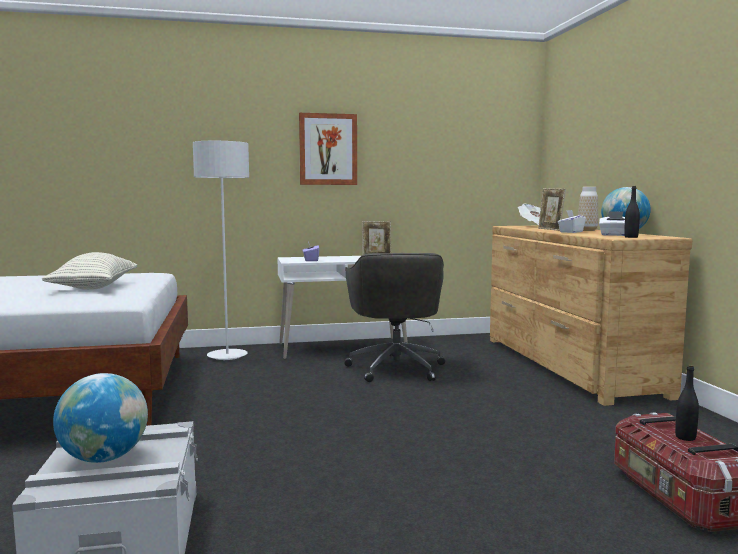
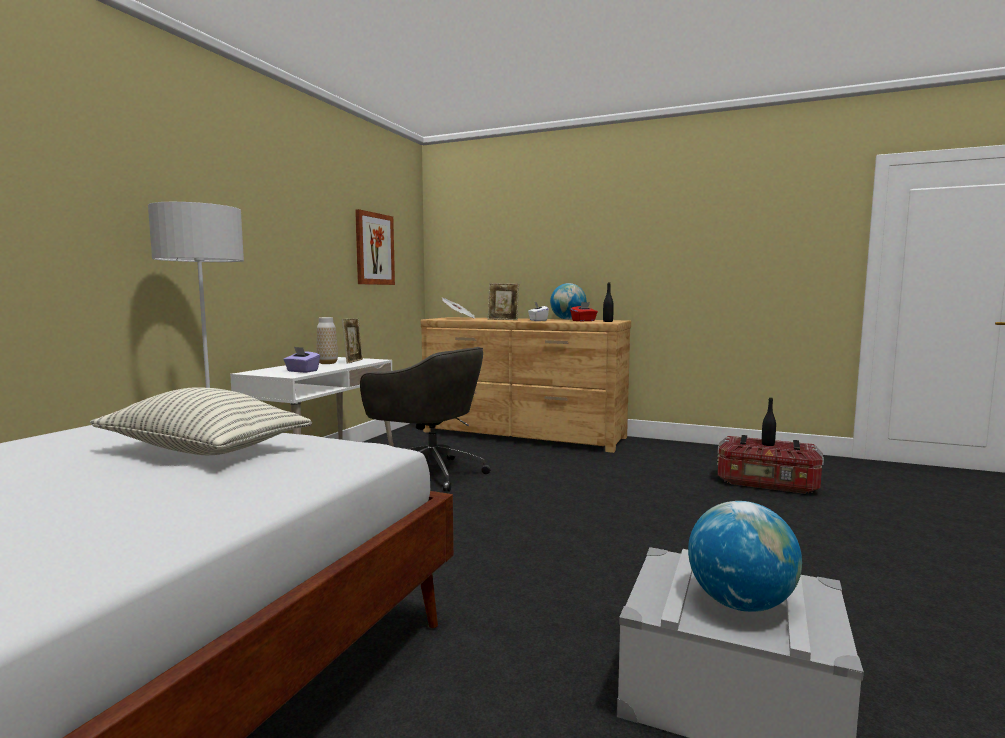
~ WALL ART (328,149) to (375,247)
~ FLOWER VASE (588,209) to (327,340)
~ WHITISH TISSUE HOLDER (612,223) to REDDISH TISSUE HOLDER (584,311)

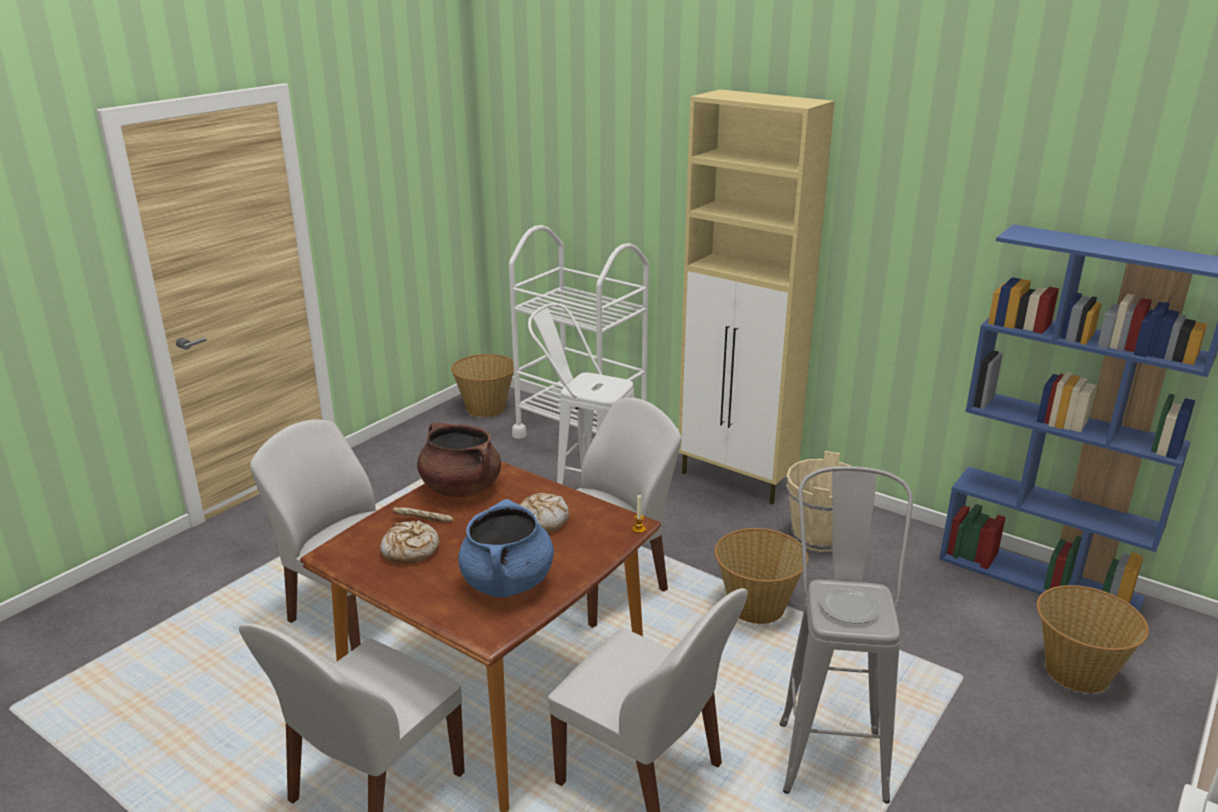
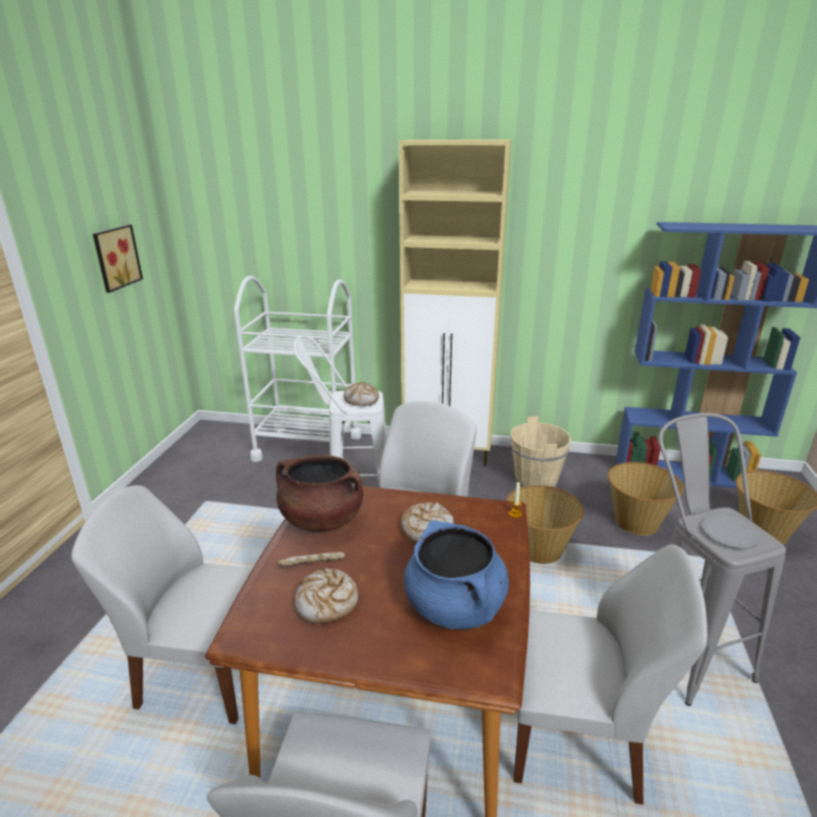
~ STORAGE BASKET (482,385) to (646,498)
+ WALL ART (118,259)
+ BREAD (361,394)

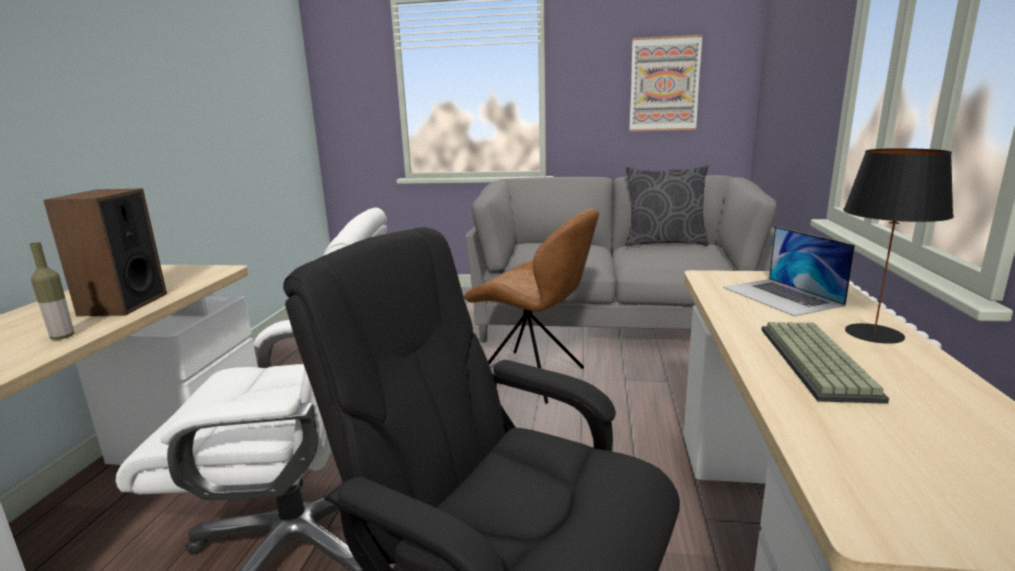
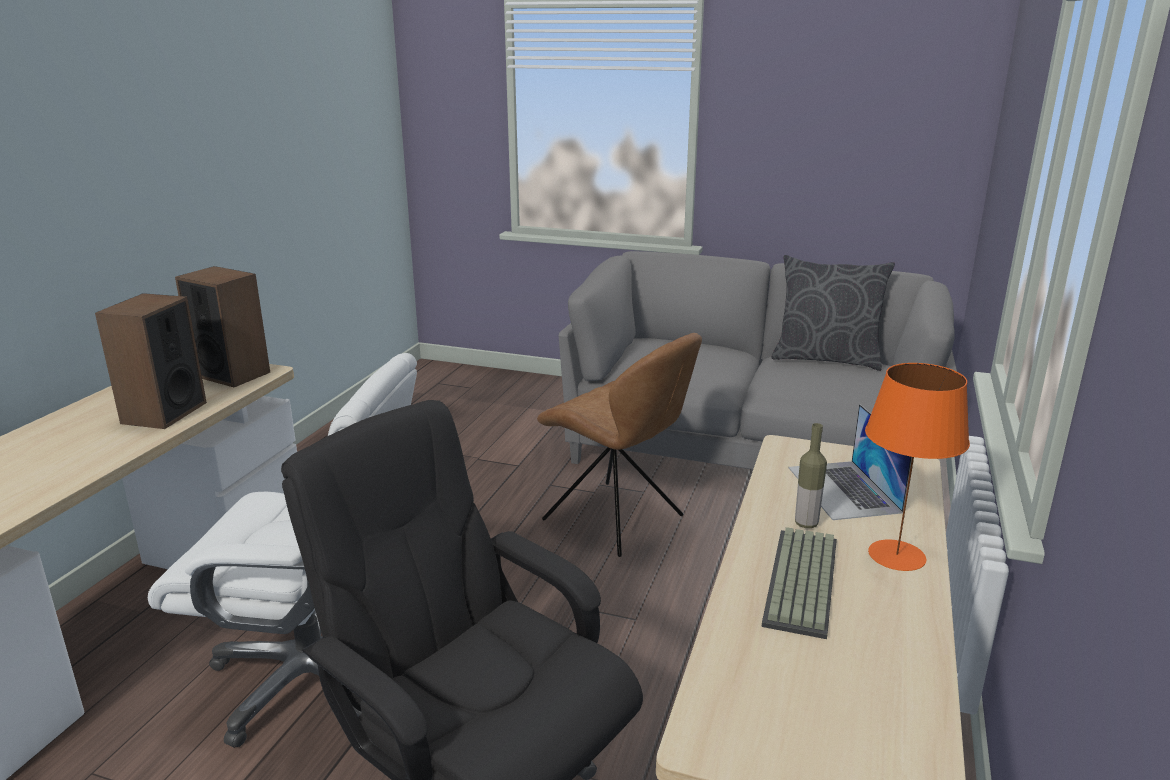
~ BEVERAGE BOTTLE (52,291) to (811,475)
- WALL ART (666,83)
~ BLACK-COLOURED LAMP FOR A TABLE (898,246) to ORANGEY LAMP FOR A TABLE (917,467)
+ SPEAKER (222,326)

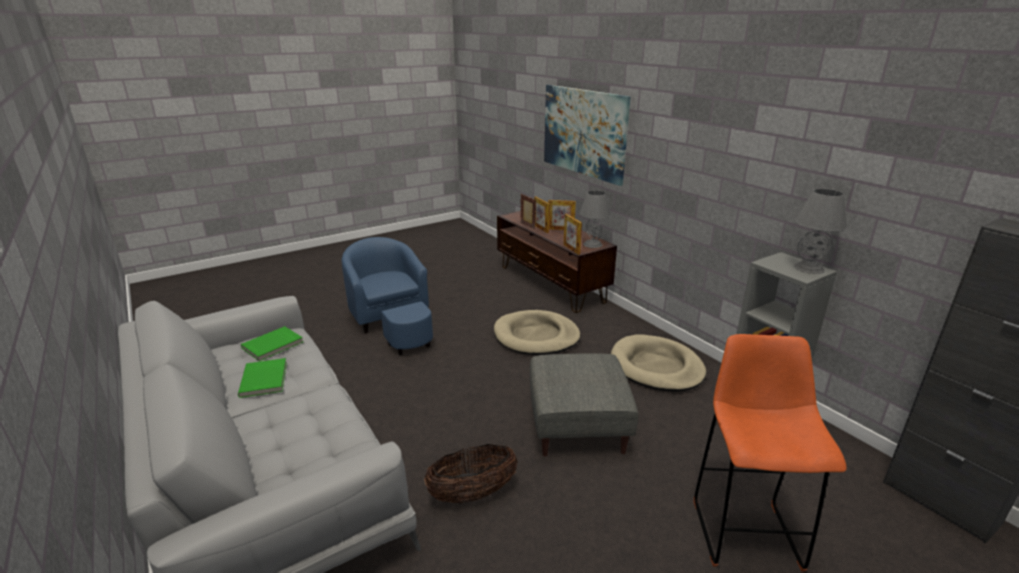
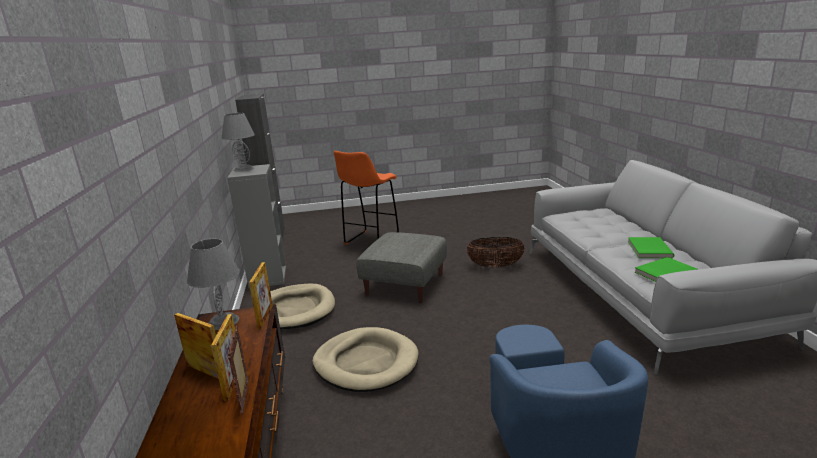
- WALL ART (587,135)

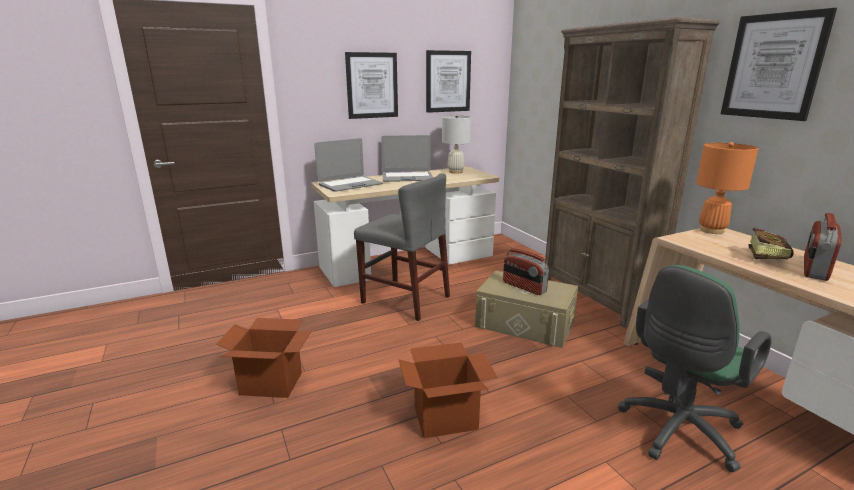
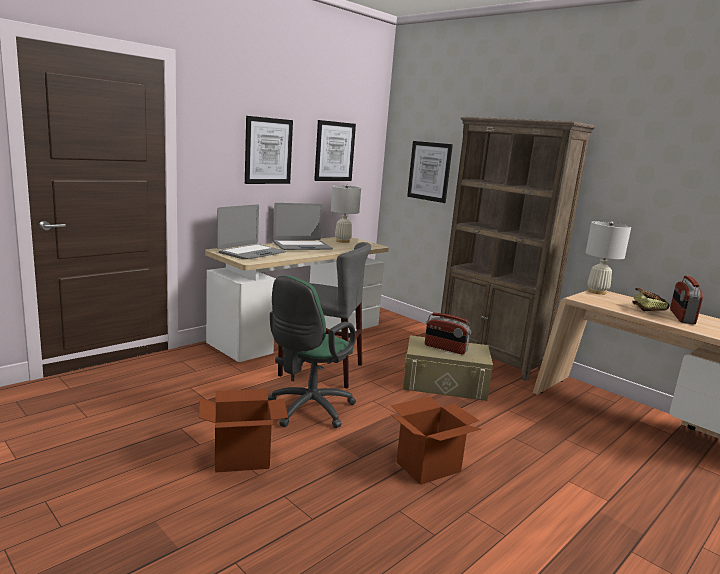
~ GREEN-COLOURED COMPUTER CHAIR (694,368) to (312,351)
~ ORANGEY LAMP FOR A TABLE (727,188) to WHITISH LAMP FOR A TABLE (608,258)
~ WALL ART (779,64) to (430,172)

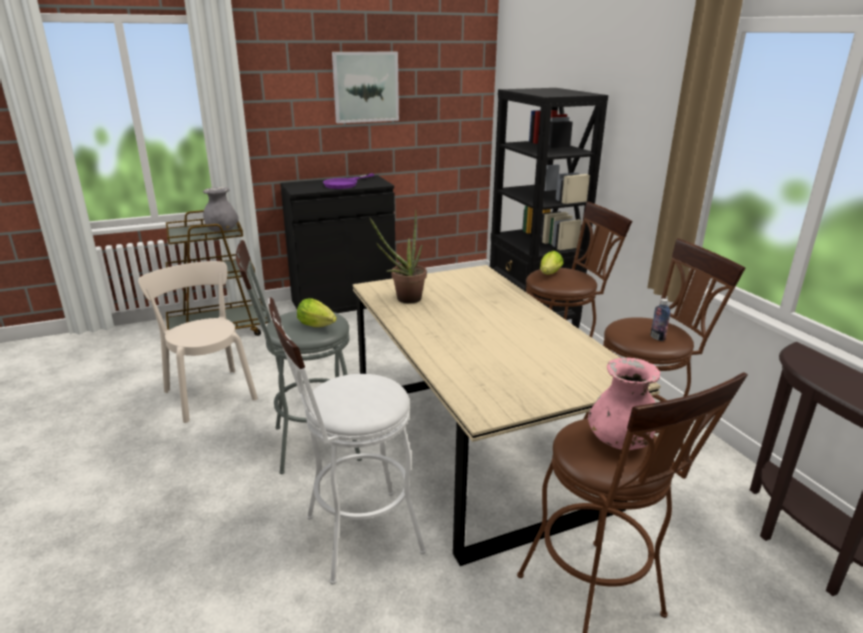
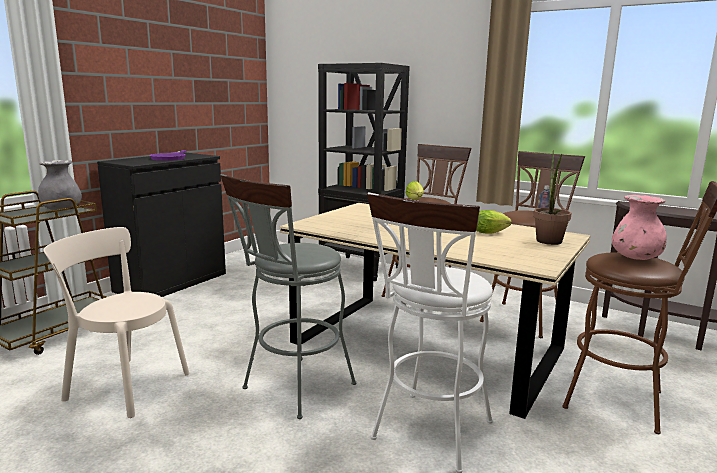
~ LETTUCE (317,312) to (494,222)
- WALL ART (365,87)
~ HOUSEPLANT (398,257) to (552,197)

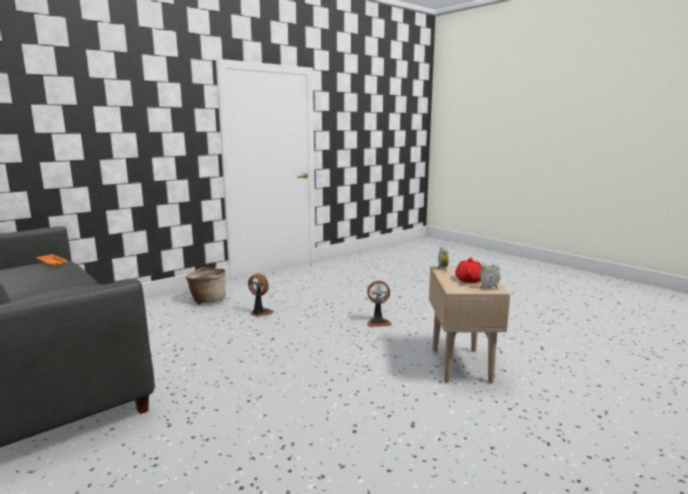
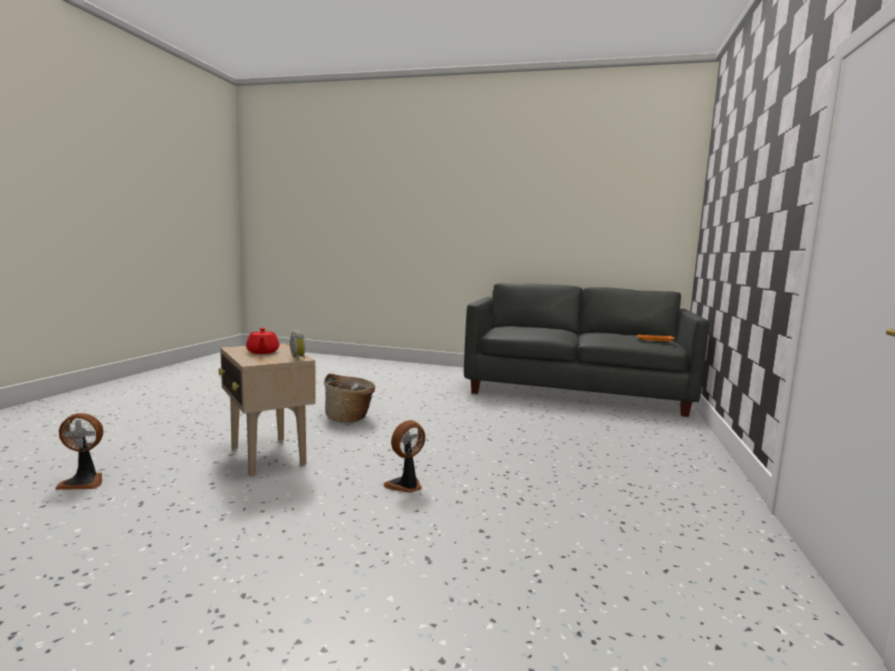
~ STORAGE BASKET (206,286) to (349,398)
~ COOLING FAN (261,295) to (79,451)
- TABLE CLOCK (489,276)

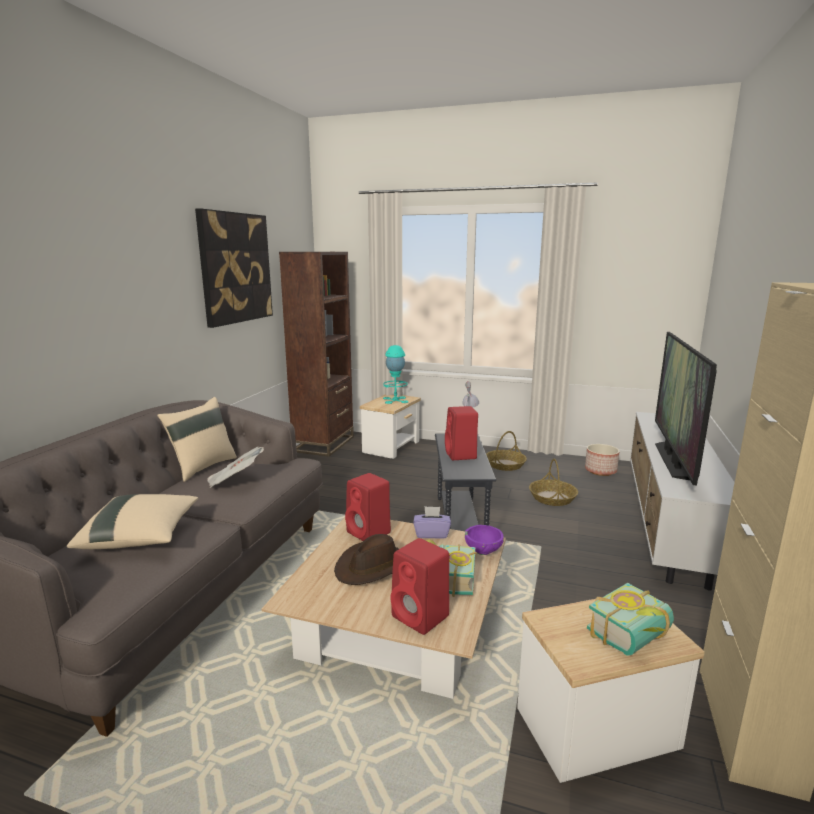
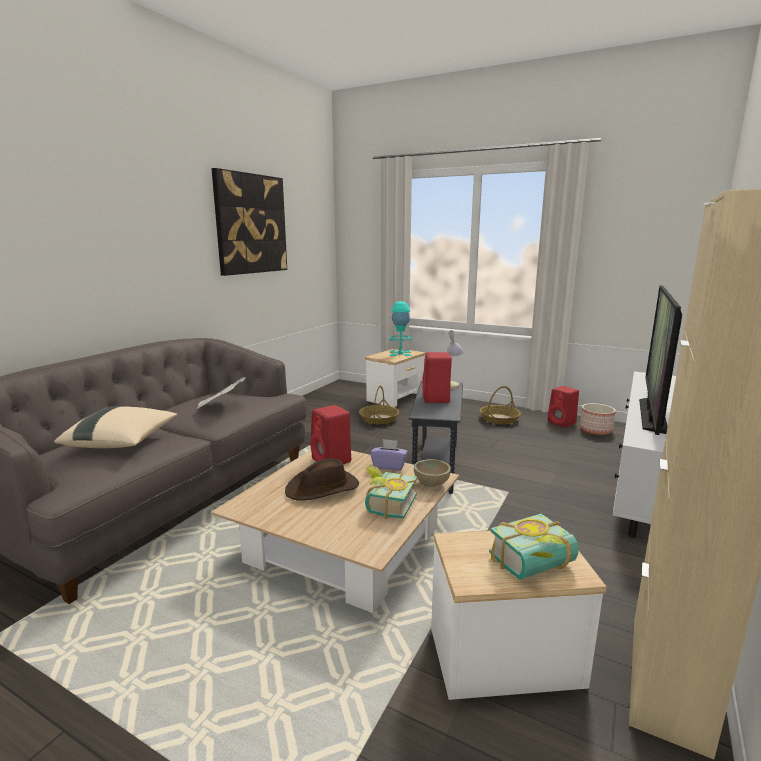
- SAND-COLOURED PILLOW (197,439)
- BROWN-COLOURED SHELVING UNIT (316,354)
~ REDDISH SPEAKER (419,586) to (563,406)
~ PURPLISH SERVING BOWL (484,540) to SAND-COLOURED SERVING BOWL (432,473)
~ STORAGE BASKET (553,482) to (379,405)

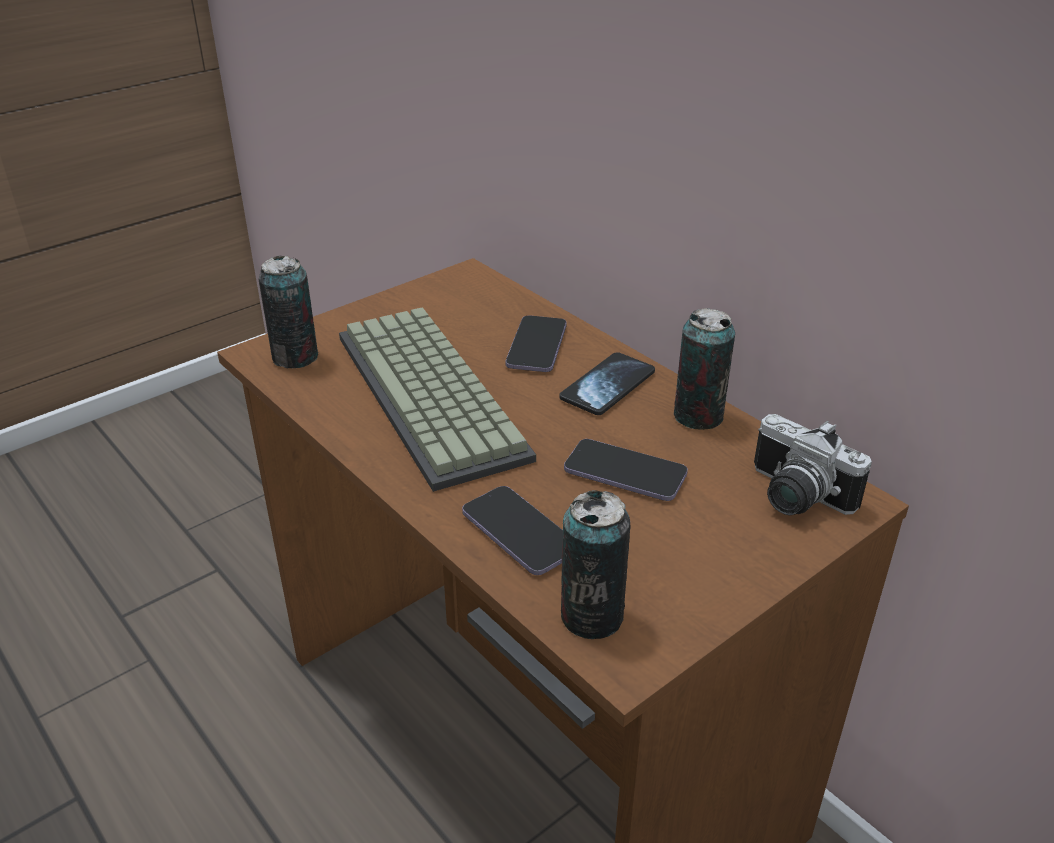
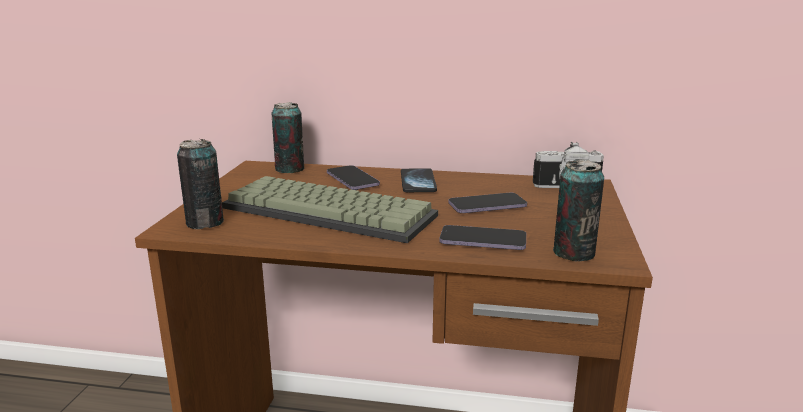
~ METAL CAN (704,369) to (287,137)

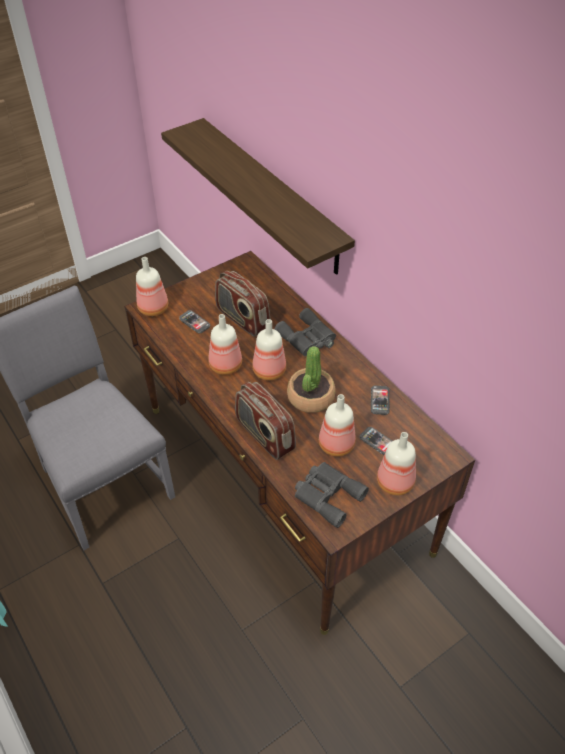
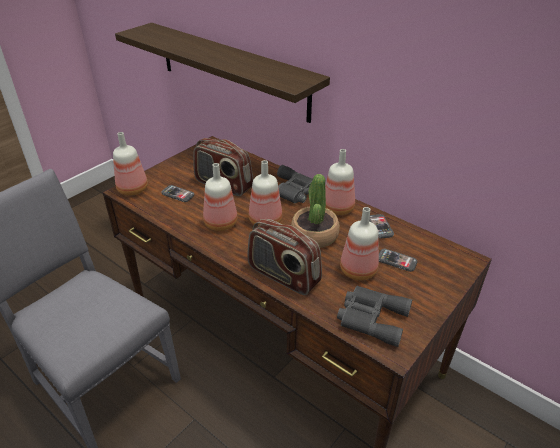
~ BEVERAGE BOTTLE (396,463) to (340,182)

